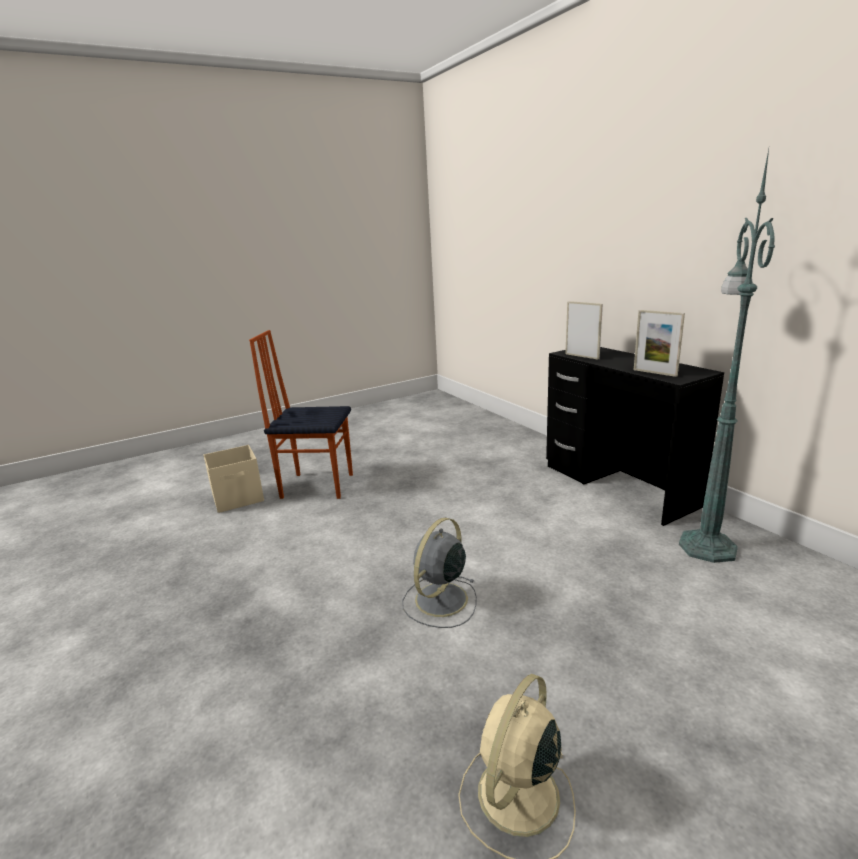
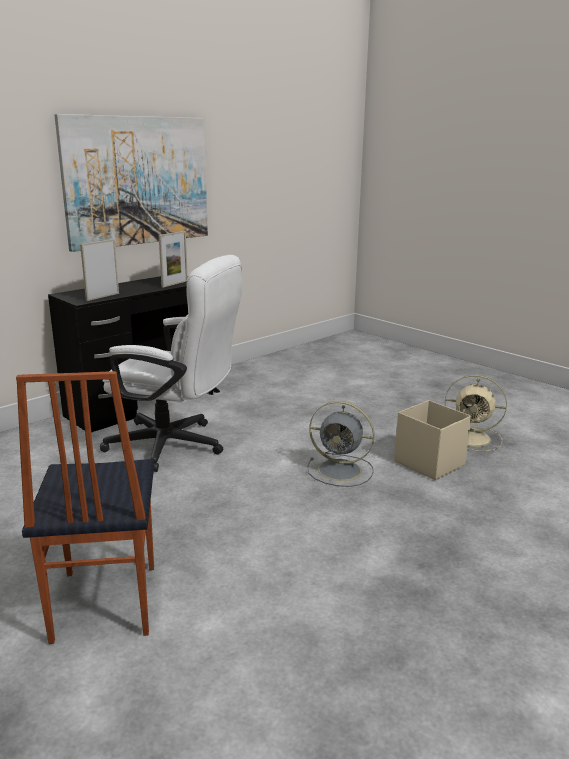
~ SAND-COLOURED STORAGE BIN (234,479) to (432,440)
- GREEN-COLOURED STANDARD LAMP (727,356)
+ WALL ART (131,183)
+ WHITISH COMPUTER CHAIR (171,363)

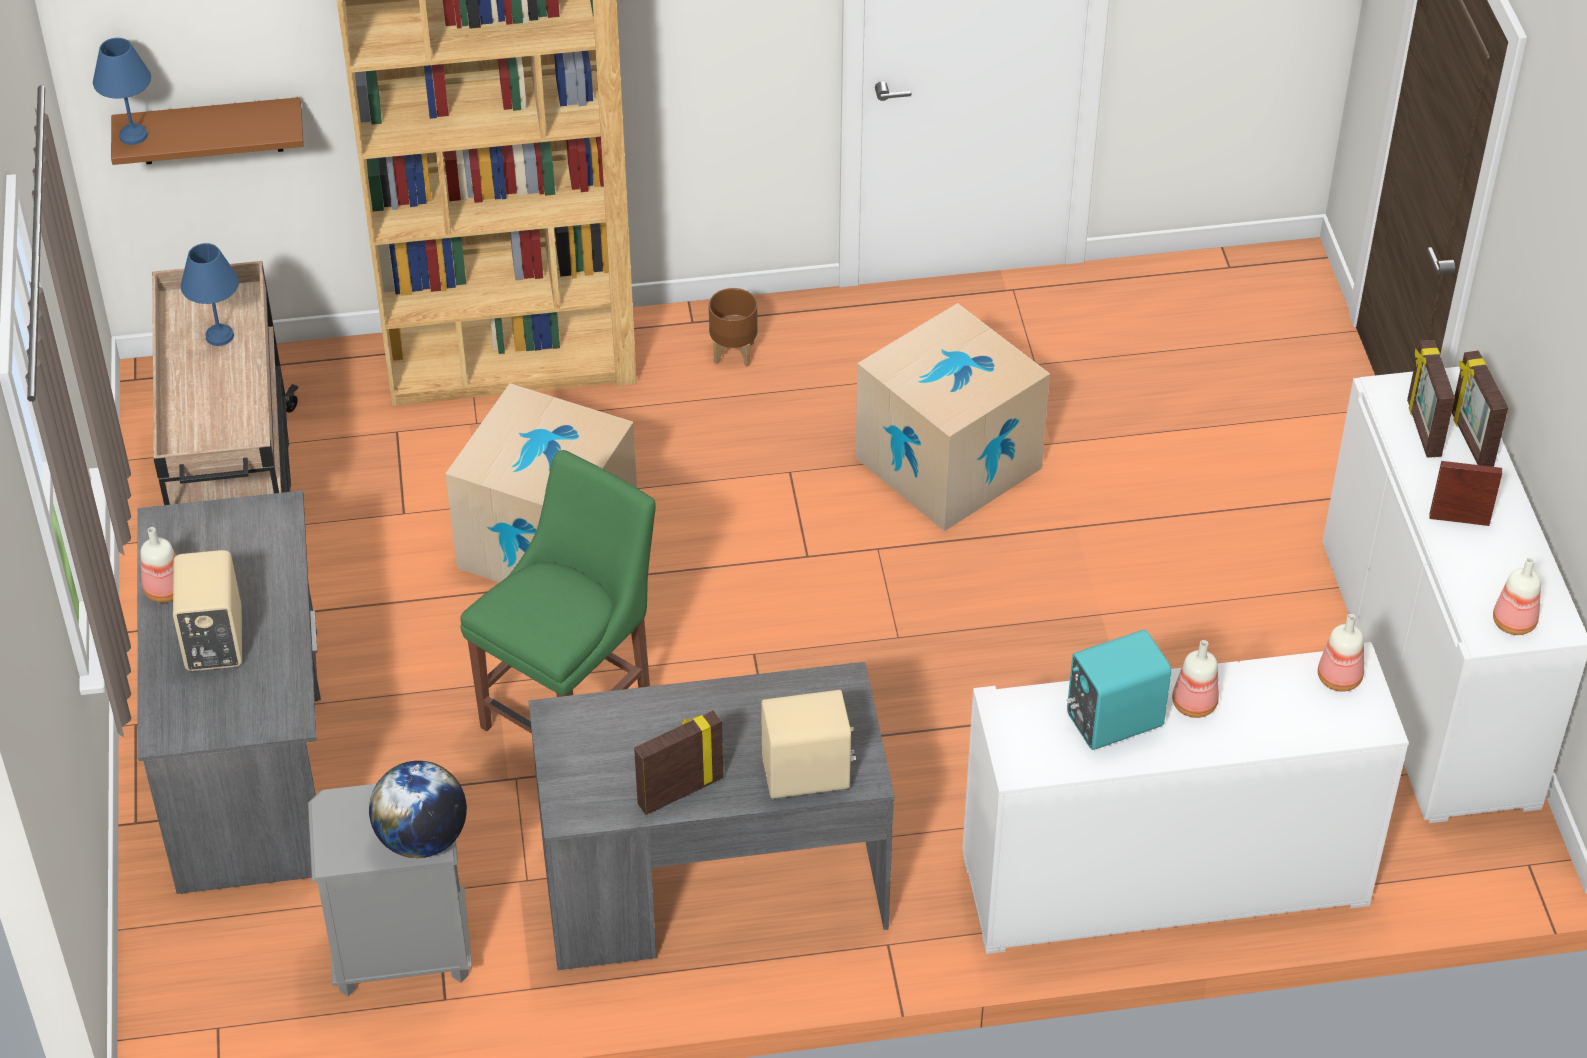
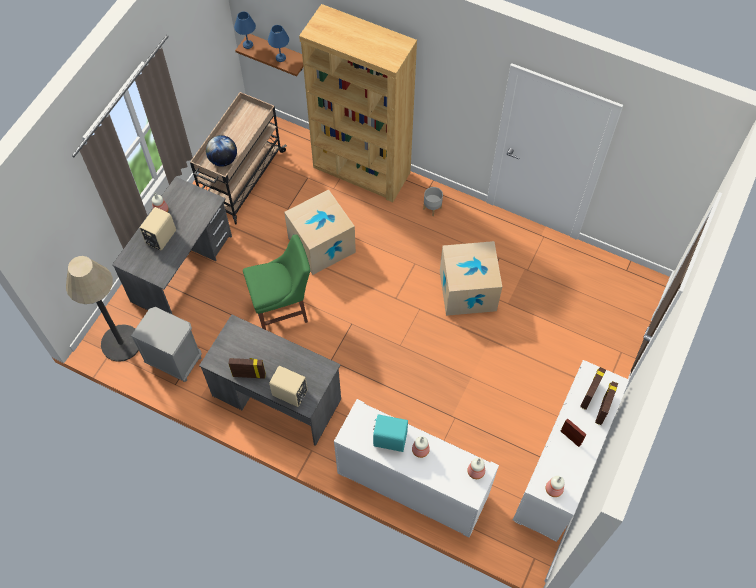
~ BLUISH LAMP FOR A TABLE (210,294) to (278,43)
~ GLOBE (418,809) to (221,151)
~ BROWN-COLOURED PLANT POT (733,327) to GREY PLANT POT (433,201)
+ STANDARD LAMP (102,309)

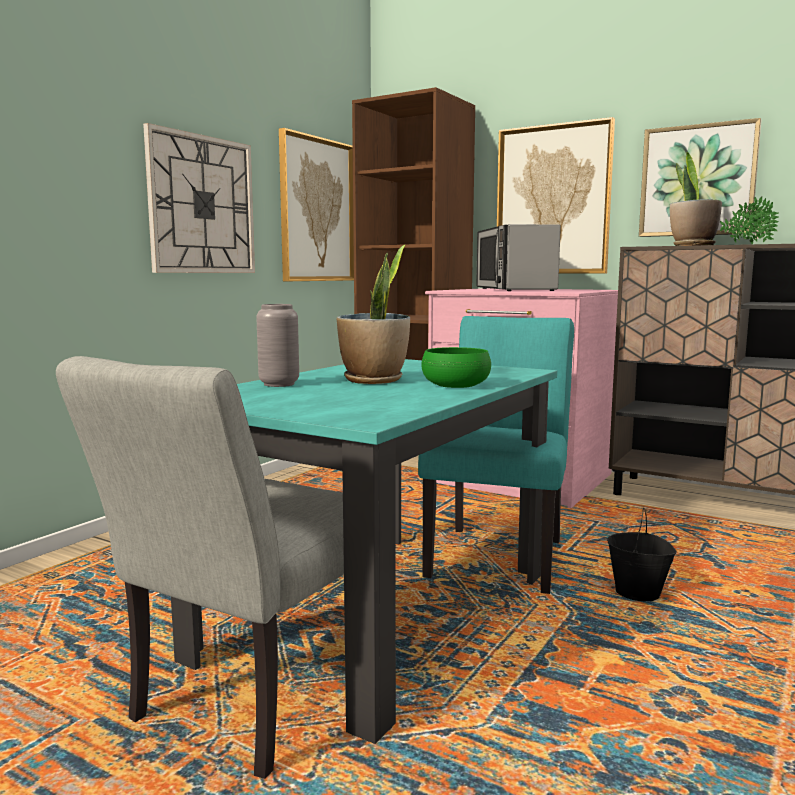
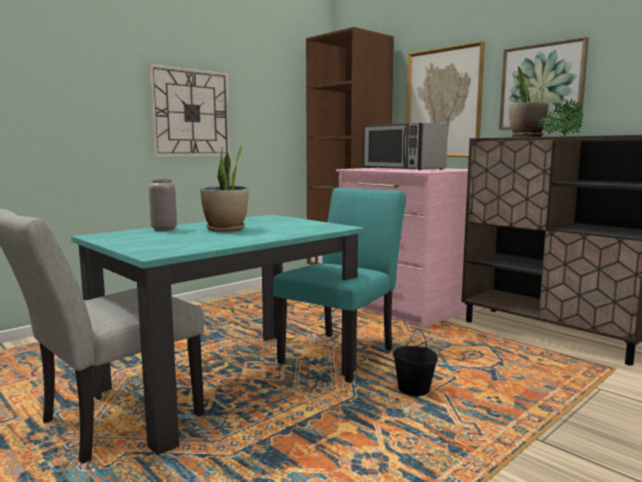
- WALL ART (316,204)
- GREEN-COLOURED SERVING BOWL (456,367)
~ KITCHEN MICROWAVE (518,257) = (405,146) 45 degrees counterclockwise

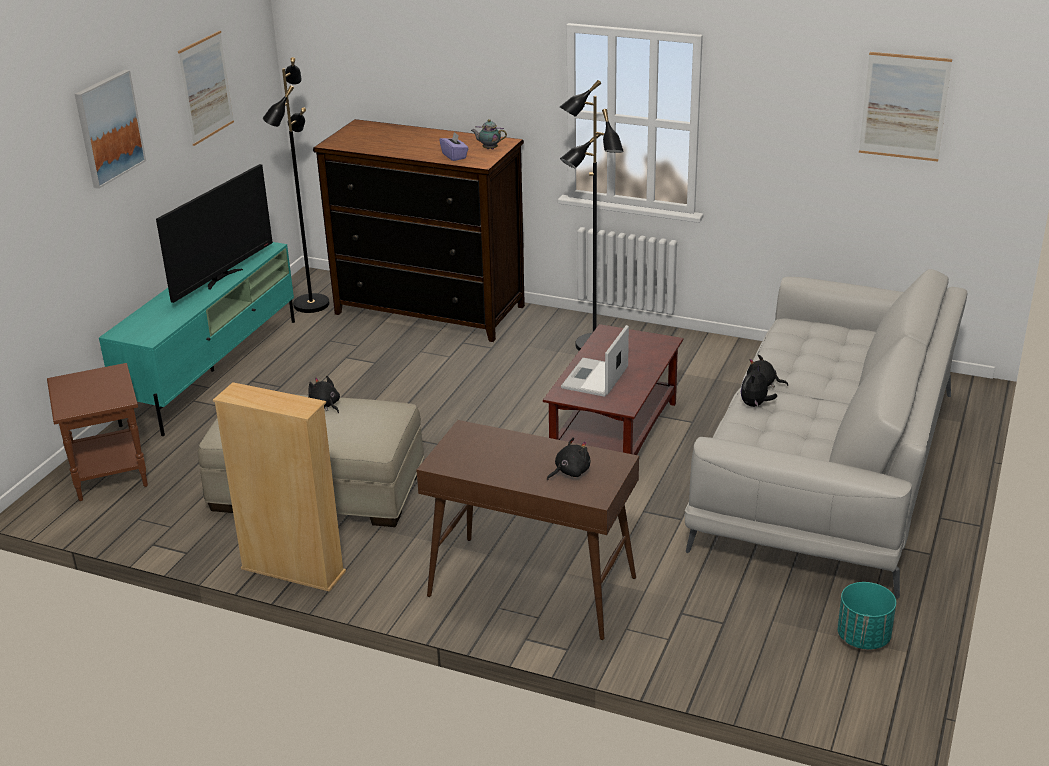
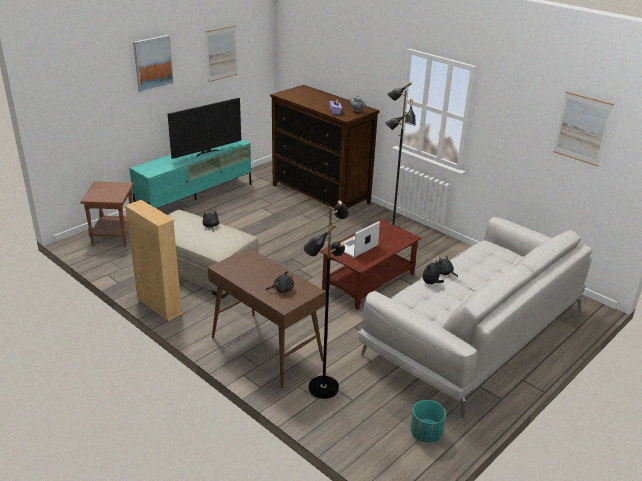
~ BLACK-COLOURED STANDARD LAMP (296,185) to (326,300)

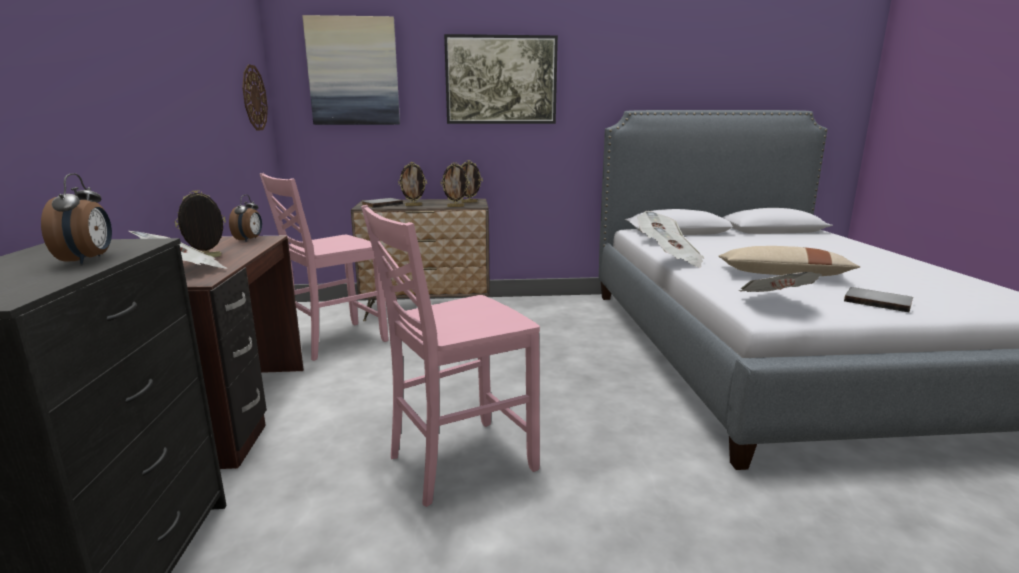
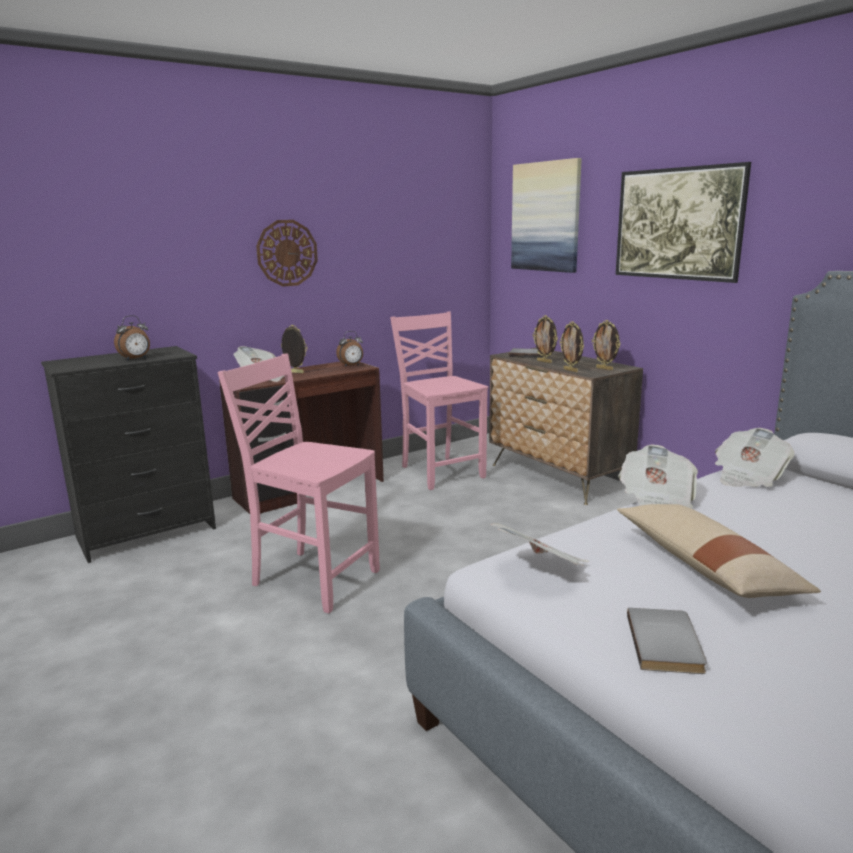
~ WALL CLOCK (255,97) to (287,253)
~ PINK-COLOURED PLAIN CHAIR (324,267) = (439,401) 45 degrees clockwise

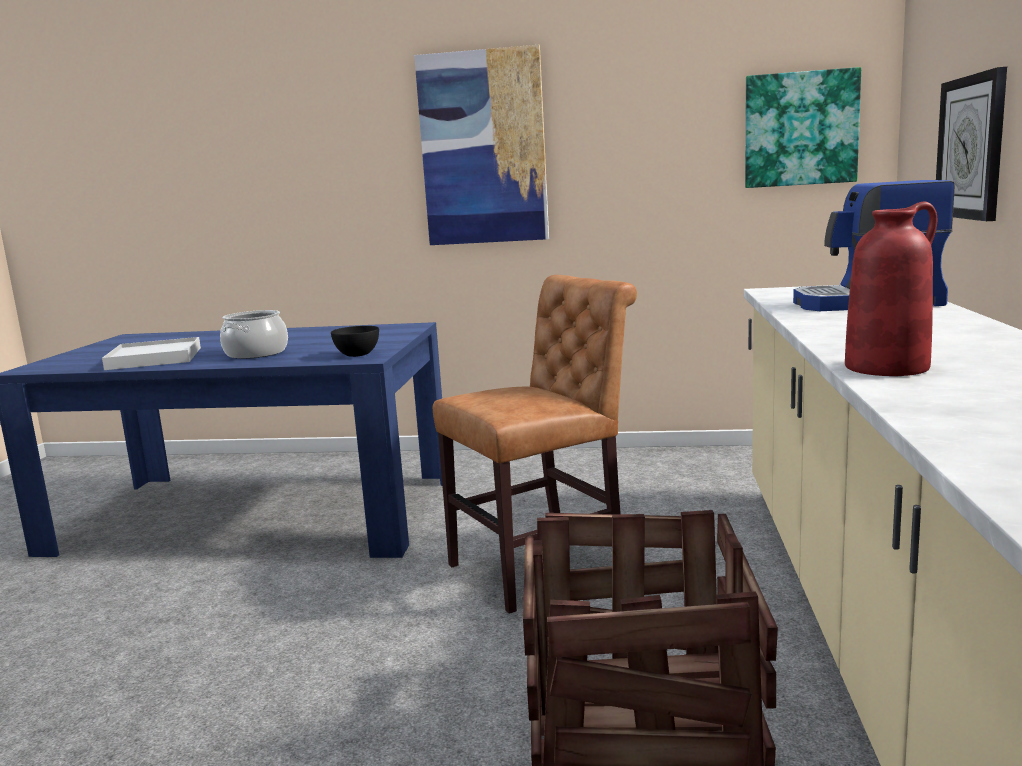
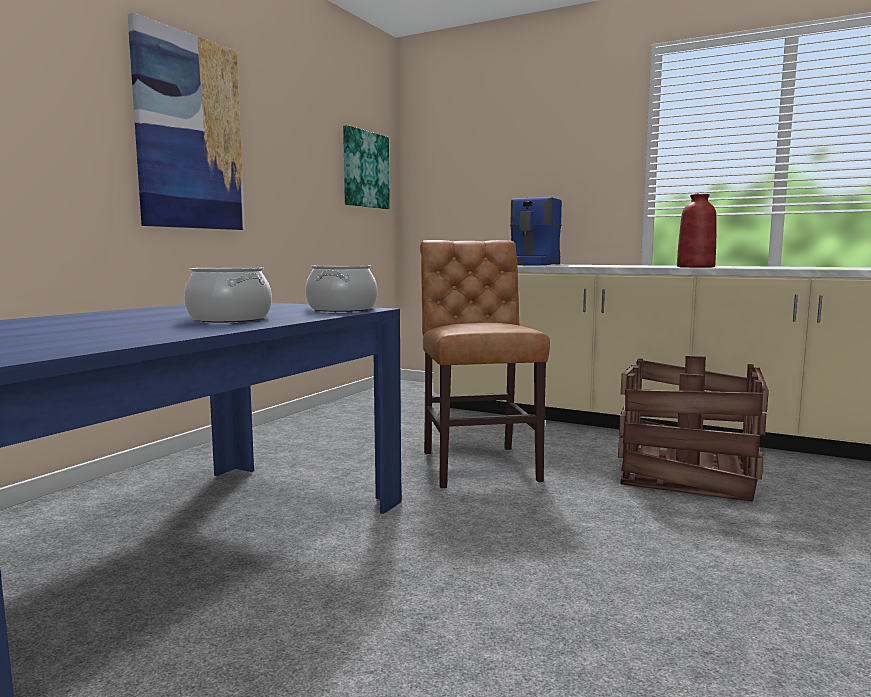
- WHITISH TRAY (151,353)
~ BLACK-COLOURED SERVING BOWL (355,341) to COOKING POT (341,288)
- WALL CLOCK (971,144)

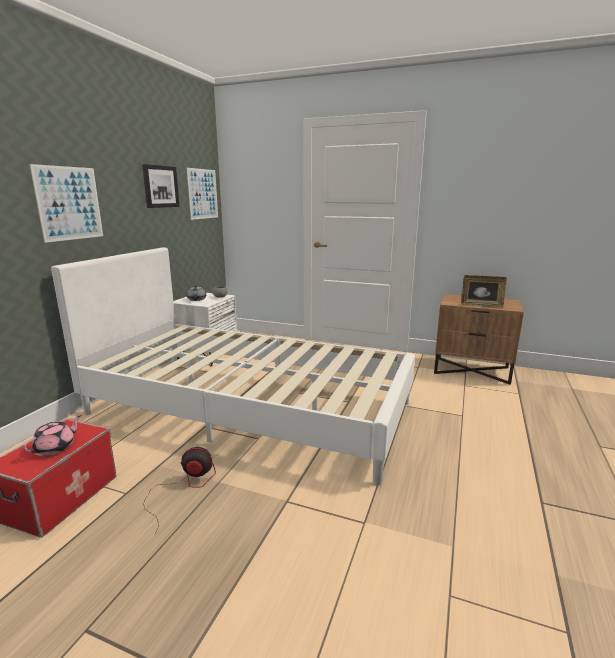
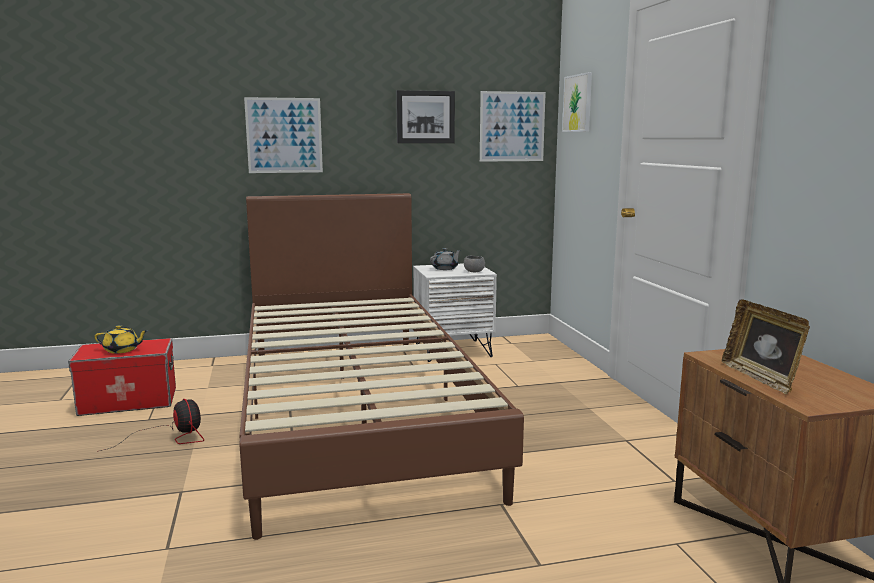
~ PINK-COLOURED TEA POT (51,435) to YELLOWISH TEA POT (121,339)
~ WHITISH SLEEPING BED (233,366) to BROWN-COLOURED SLEEPING BED (382,366)
+ WALL ART (577,102)

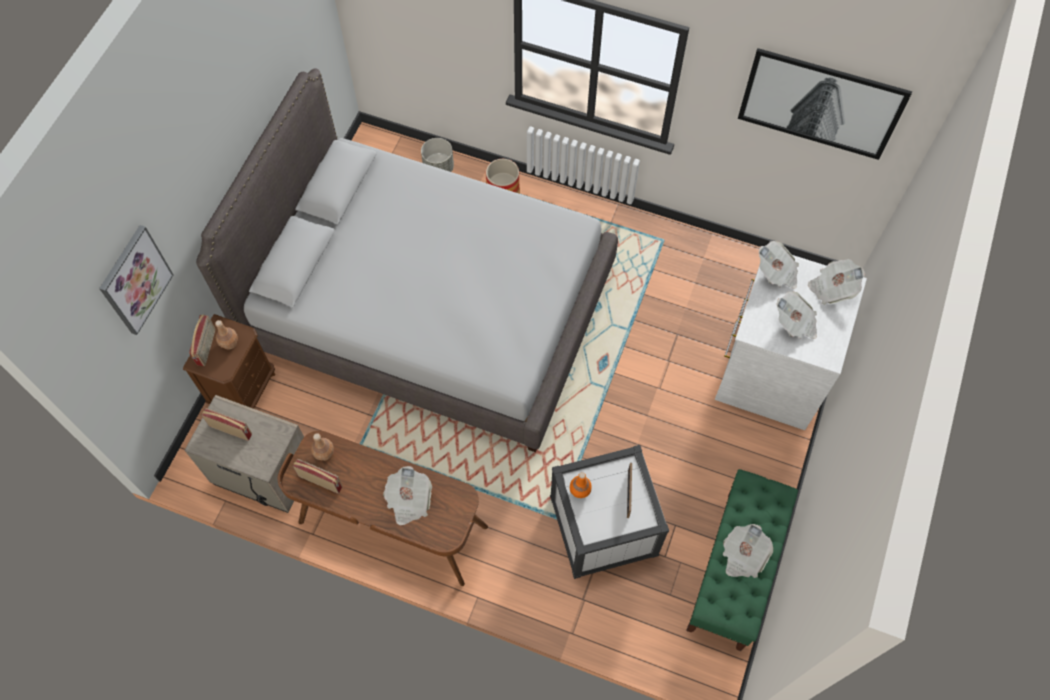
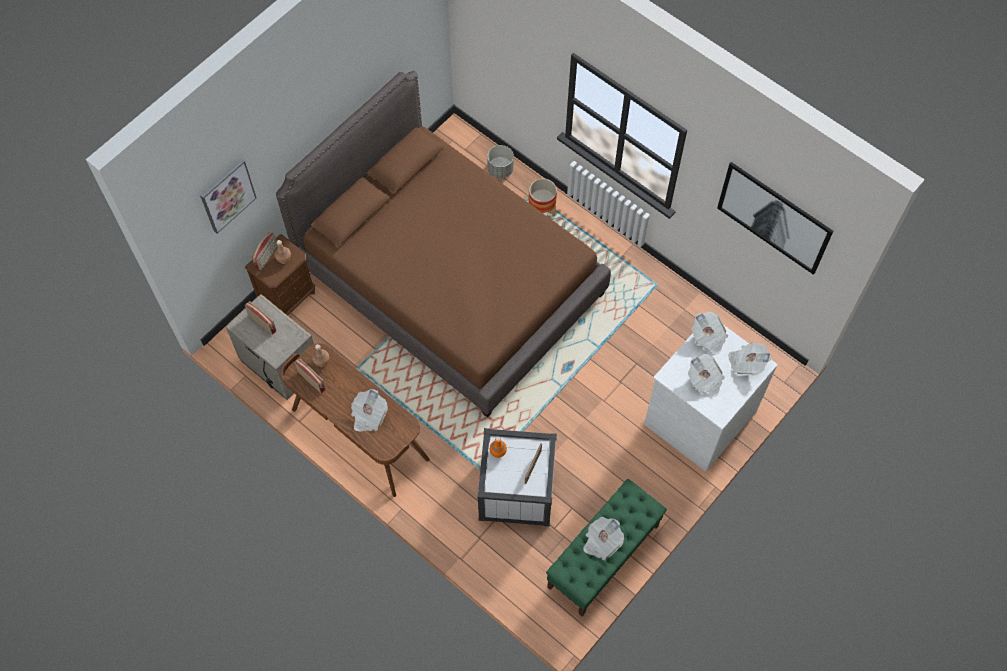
~ GREY SLEEPING BED (407,260) to BROWN-COLOURED SLEEPING BED (443,244)

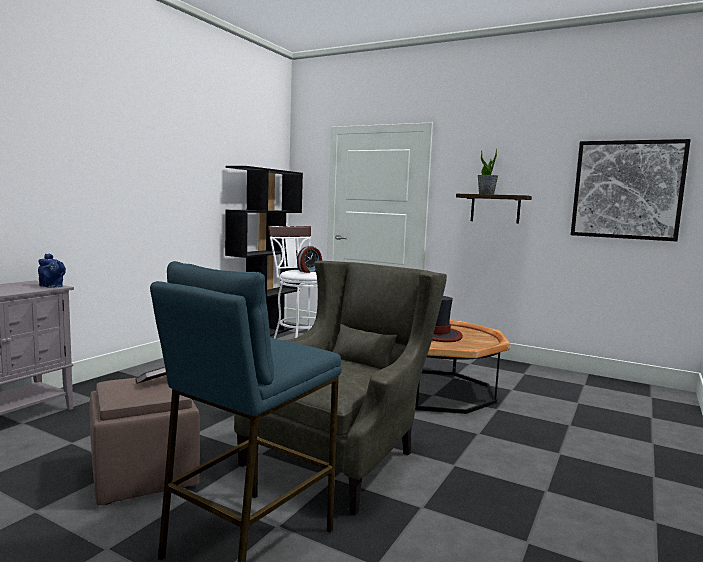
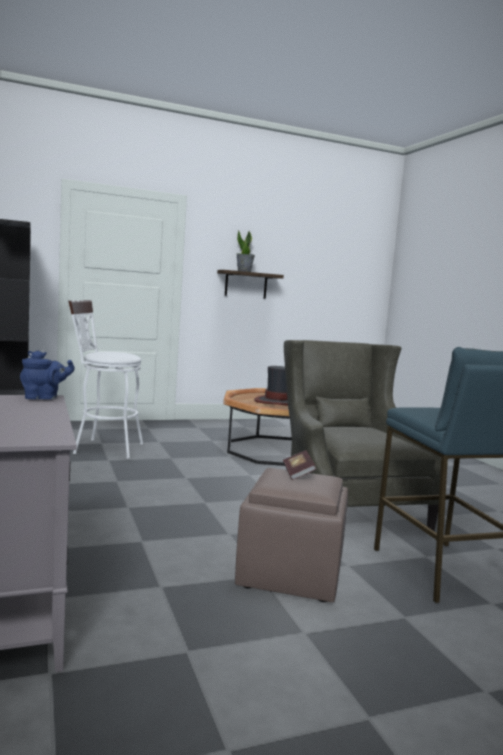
- TABLE CLOCK (309,259)
- WALL ART (631,190)

